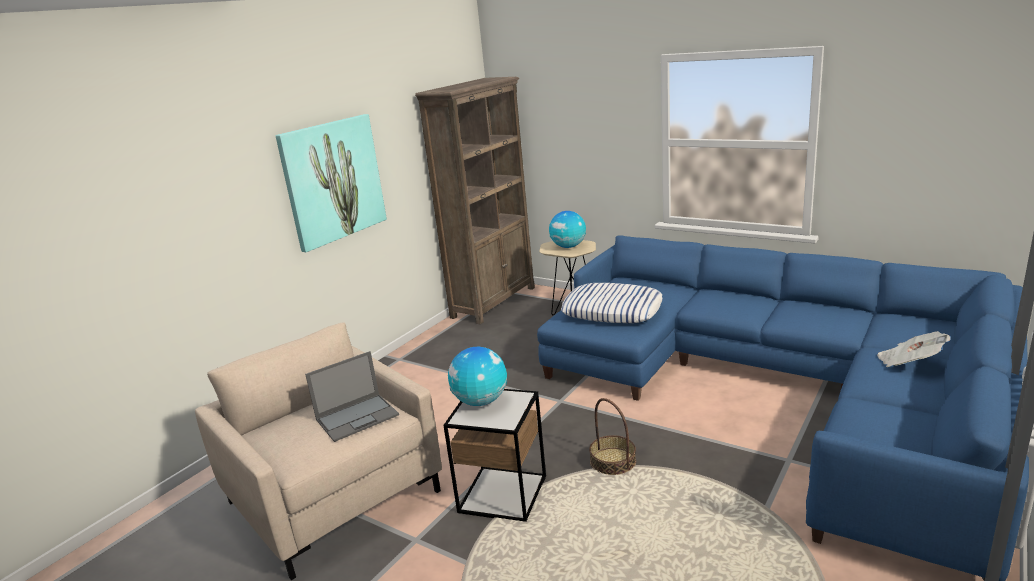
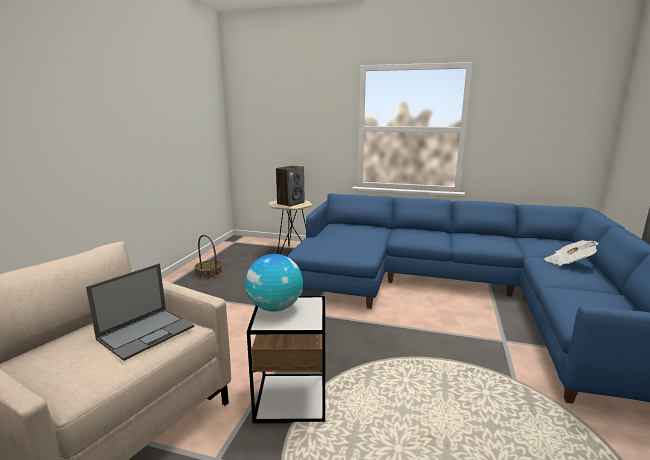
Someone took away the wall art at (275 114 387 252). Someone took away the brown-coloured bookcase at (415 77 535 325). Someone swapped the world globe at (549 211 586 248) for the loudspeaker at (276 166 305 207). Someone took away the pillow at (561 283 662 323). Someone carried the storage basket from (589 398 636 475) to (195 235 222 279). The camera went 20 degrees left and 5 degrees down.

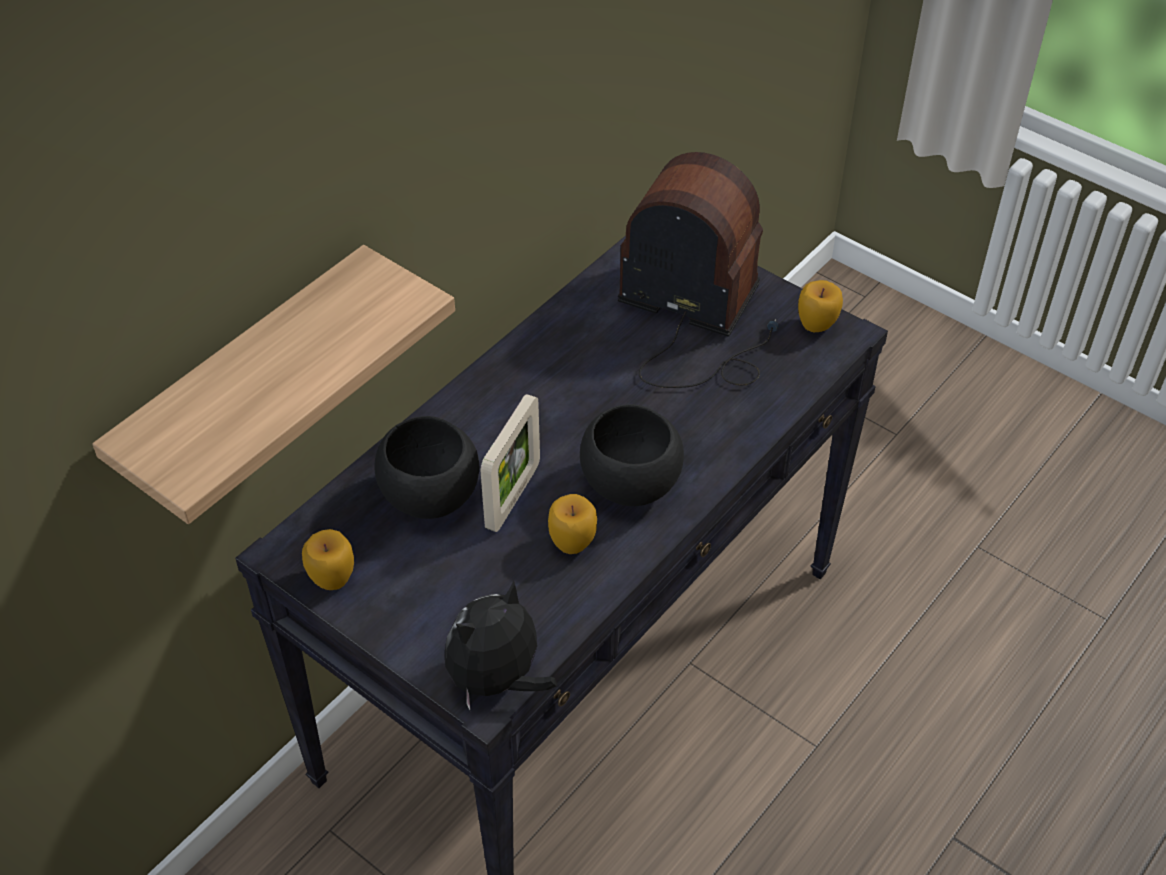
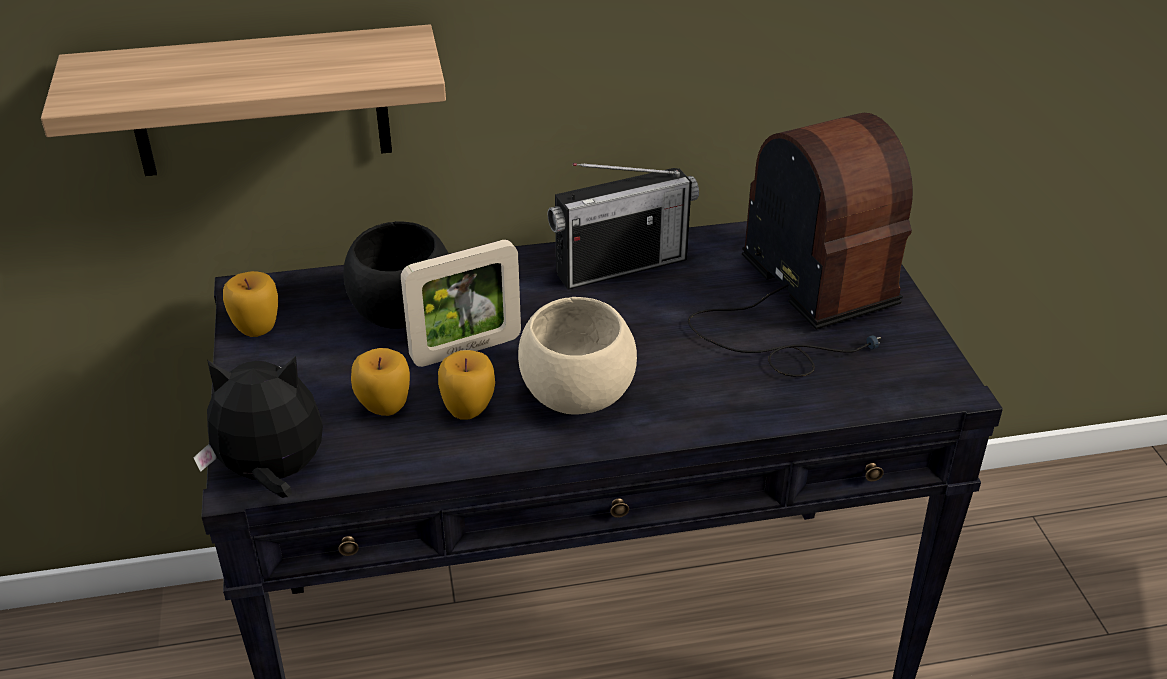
Someone repainted the blackish serving bowl at (580 404 684 506), which became the sand-coloured serving bowl at (518 297 637 414). Someone carried the apple from (798 280 843 332) to (351 348 410 416). Someone put down the radio receiver at (548 163 699 289). The camera went 40 degrees right and 10 degrees down.

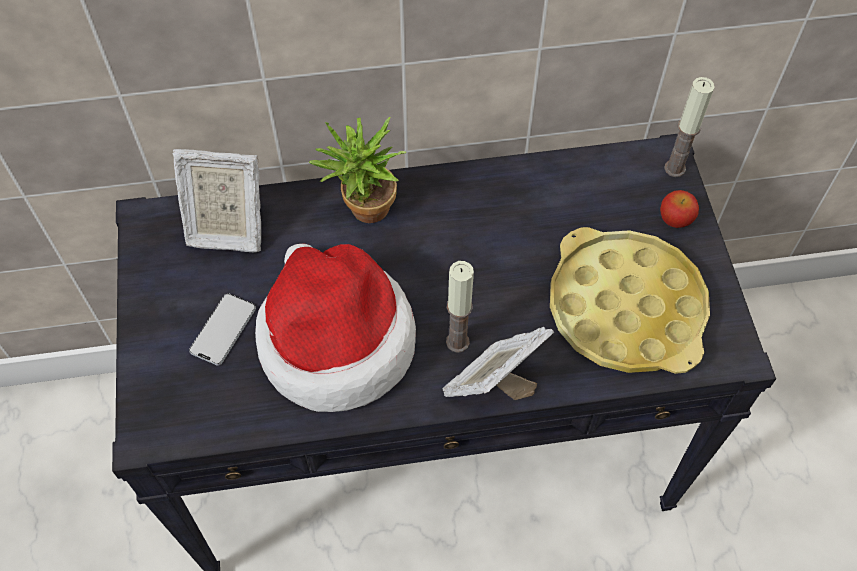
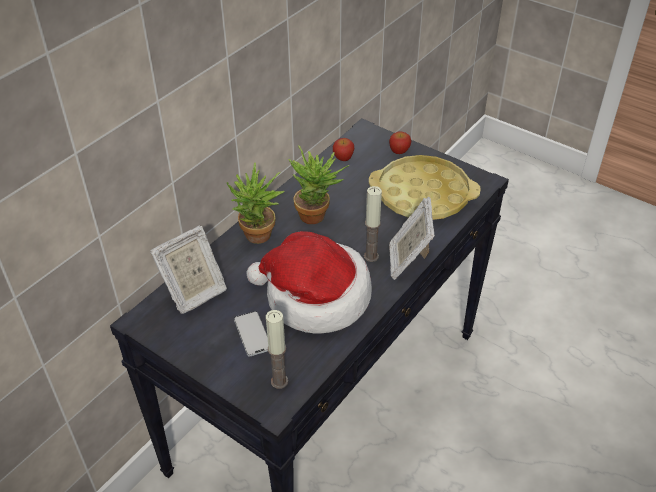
Someone carried the wax light from (664 77 715 177) to (266 310 288 389). Someone put down the houseplant at (288 146 349 224). Someone put down the apple at (333 138 354 161). The camera went 45 degrees left and 15 degrees down.

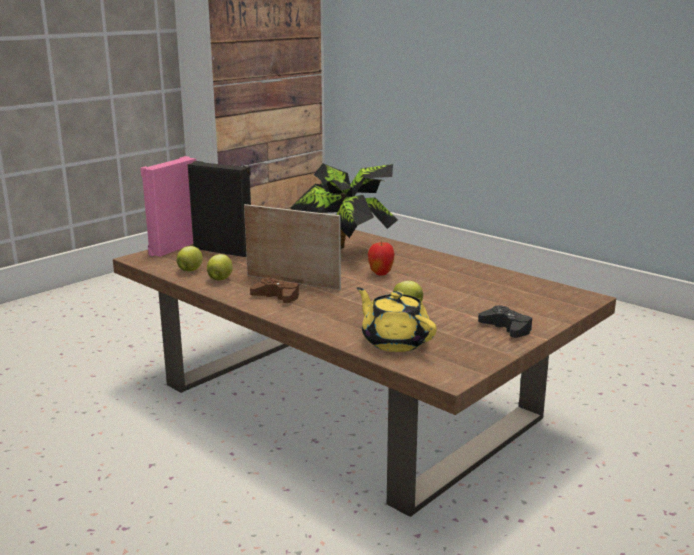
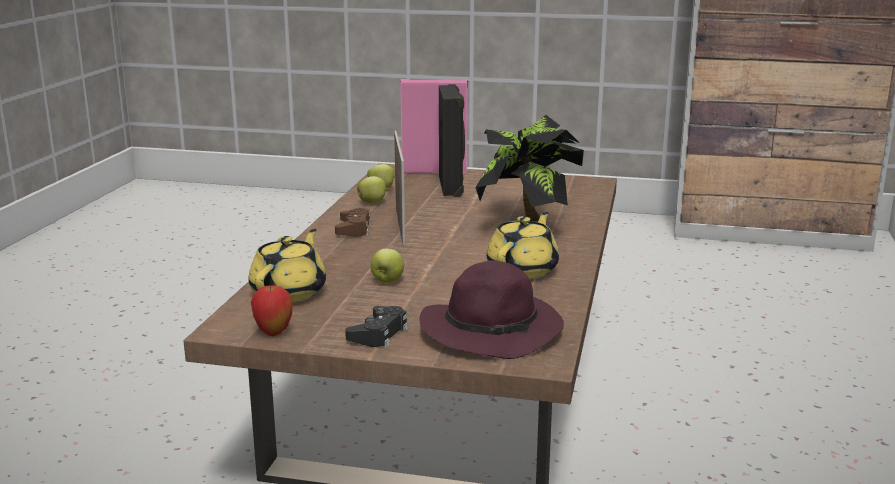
Someone carried the apple from (368 241 395 276) to (251 284 293 336). Someone put down the purplish wearable hat at (420 260 564 359). Someone put down the yellowish teapot at (487 212 559 279). The camera went 60 degrees right and 0 degrees up.

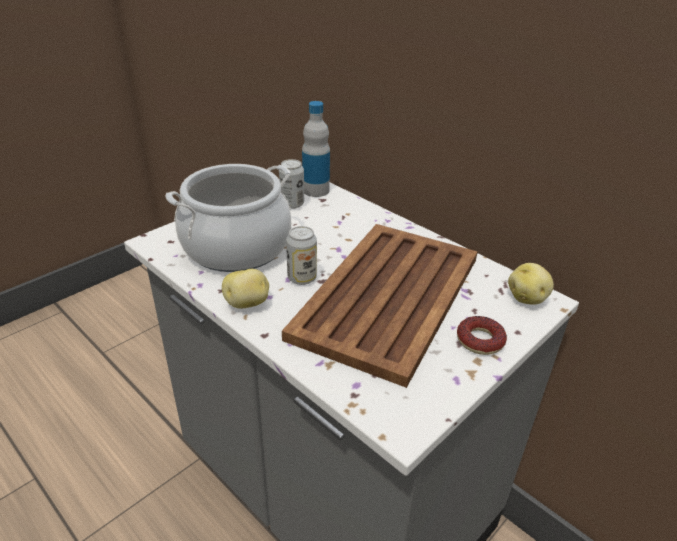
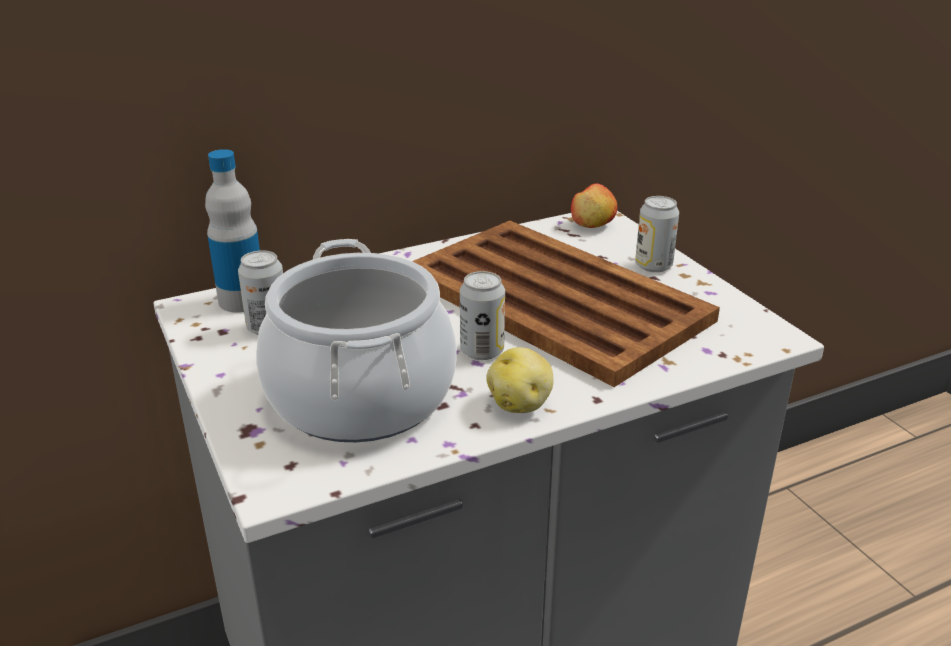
Someone swapped the donut at (457 316 507 355) for the can at (635 196 679 272). Someone swapped the potato at (508 263 554 304) for the apple at (571 183 618 228). The camera went 70 degrees left and 5 degrees down.

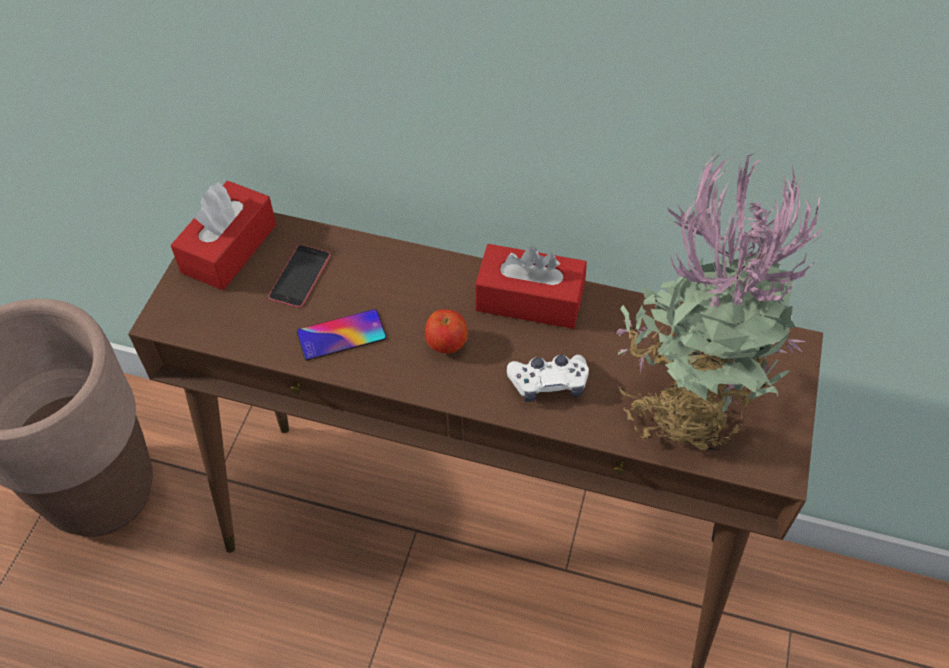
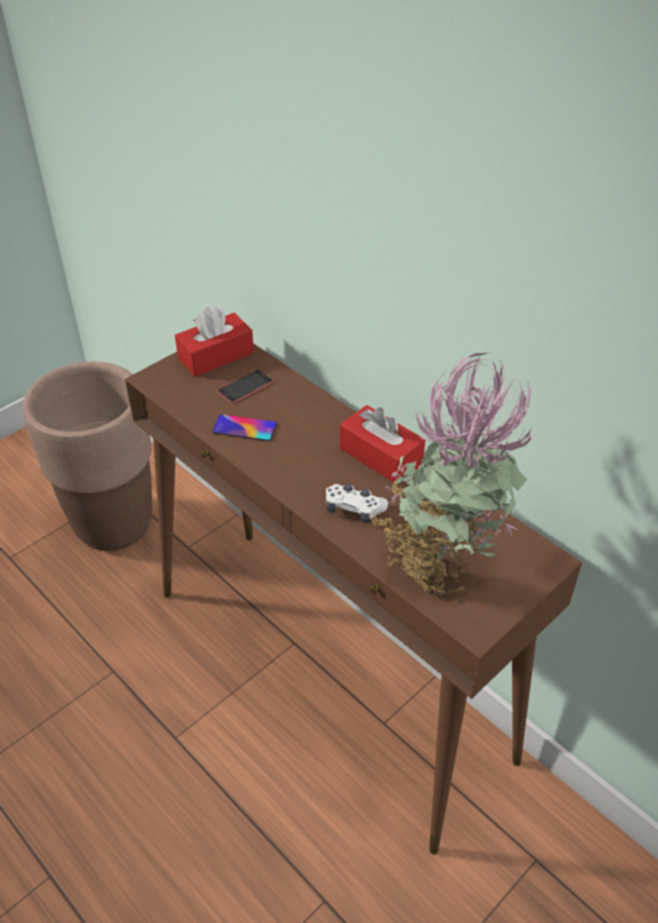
Someone took away the apple at (425 309 468 354). The camera went 30 degrees right and 10 degrees down.

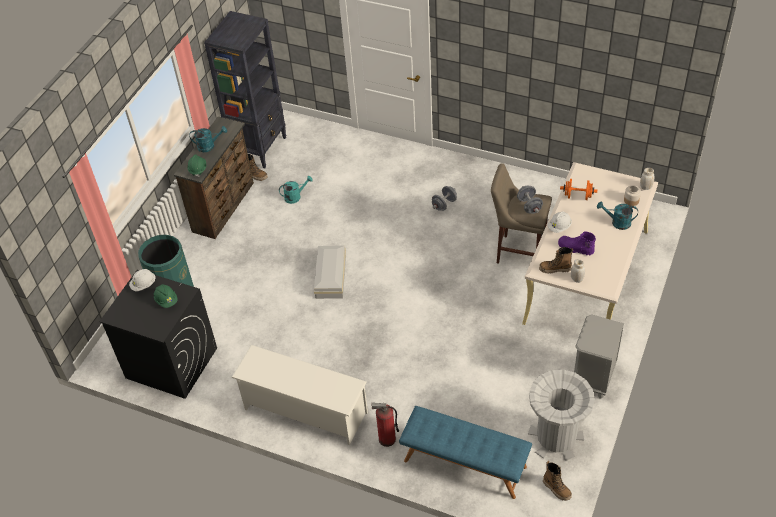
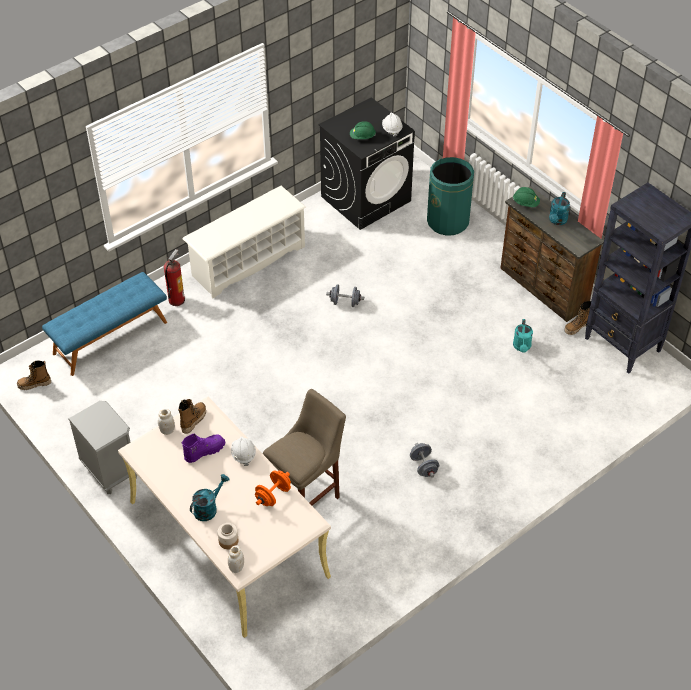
Someone took away the whitish storage bin at (314 246 346 299). Someone carried the gray free weight from (517 186 543 214) to (326 284 364 307). Someone took away the gray waste bin at (528 370 595 461). The camera went 115 degrees right and 0 degrees up.

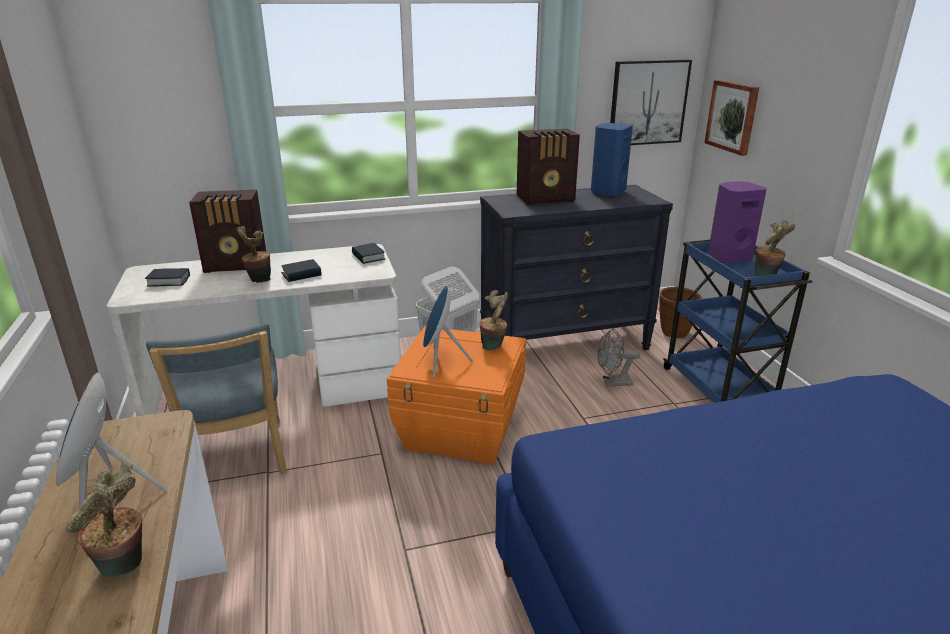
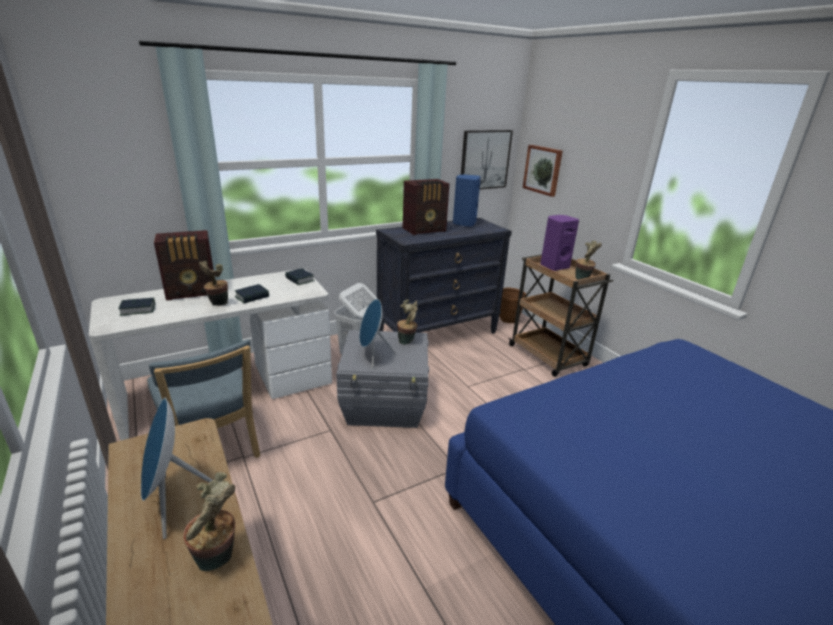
Someone repainted the orange storage bin at (387 326 526 464), which became the gray storage bin at (336 330 429 428). Someone took away the gray cooling fan at (597 328 640 386). Someone repainted the blue trolley at (663 240 812 403), which became the brown-coloured trolley at (508 254 613 377). The camera went 15 degrees left and 0 degrees up.

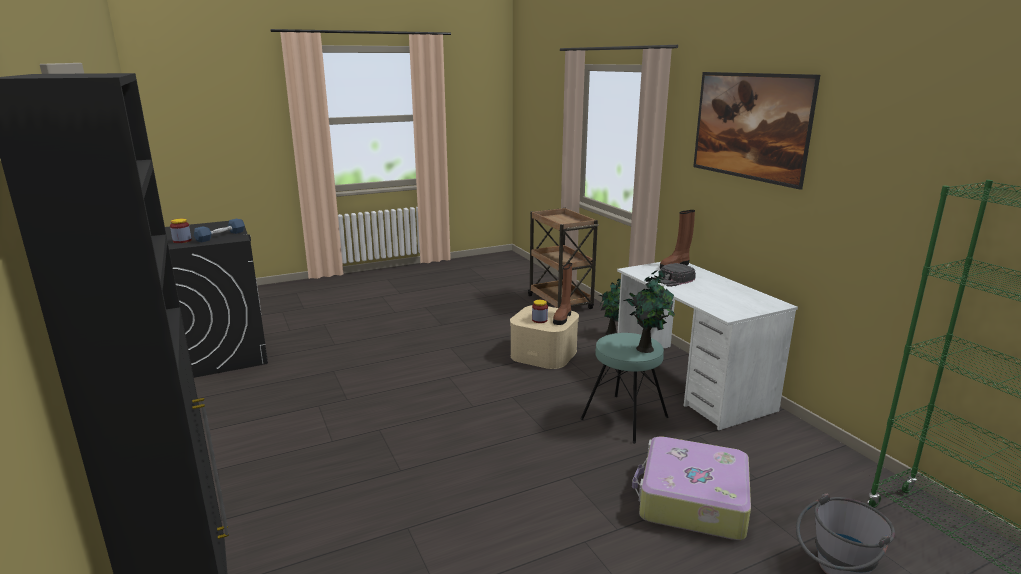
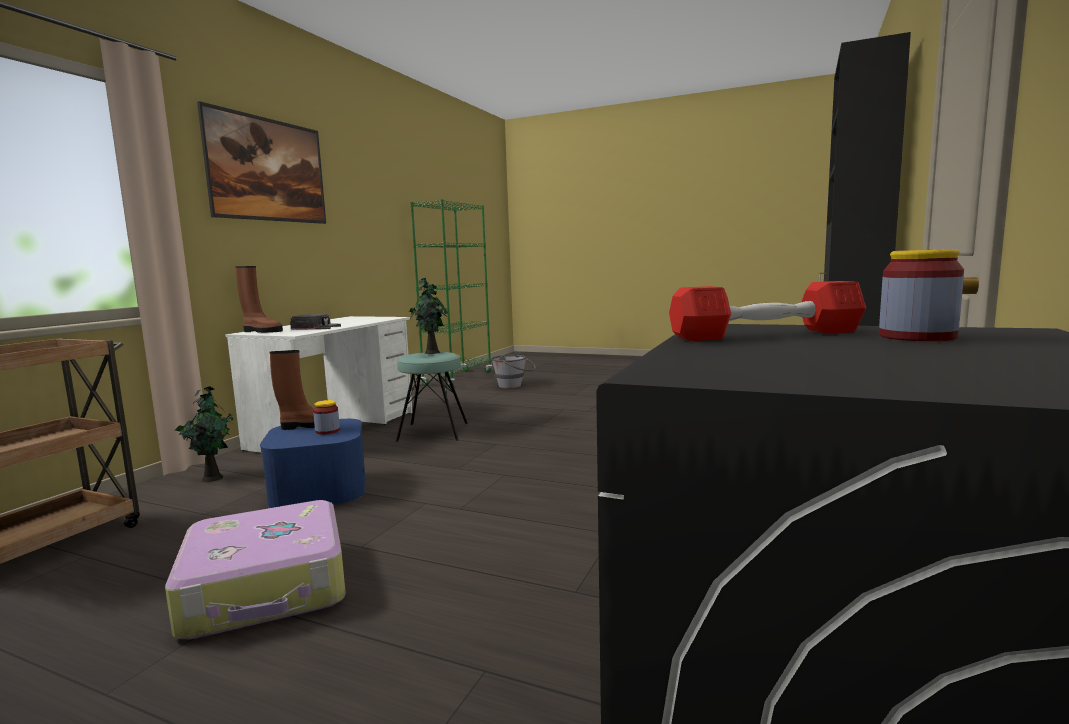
Someone repainted the blue free weight at (194 219 245 242), which became the red free weight at (669 281 866 341). Someone repainted the sand-coloured storage bin at (510 305 579 369), which became the blue storage bin at (260 419 366 508). Someone carried the piece of luggage from (632 436 751 540) to (165 500 346 639). The camera went 130 degrees left and 10 degrees down.

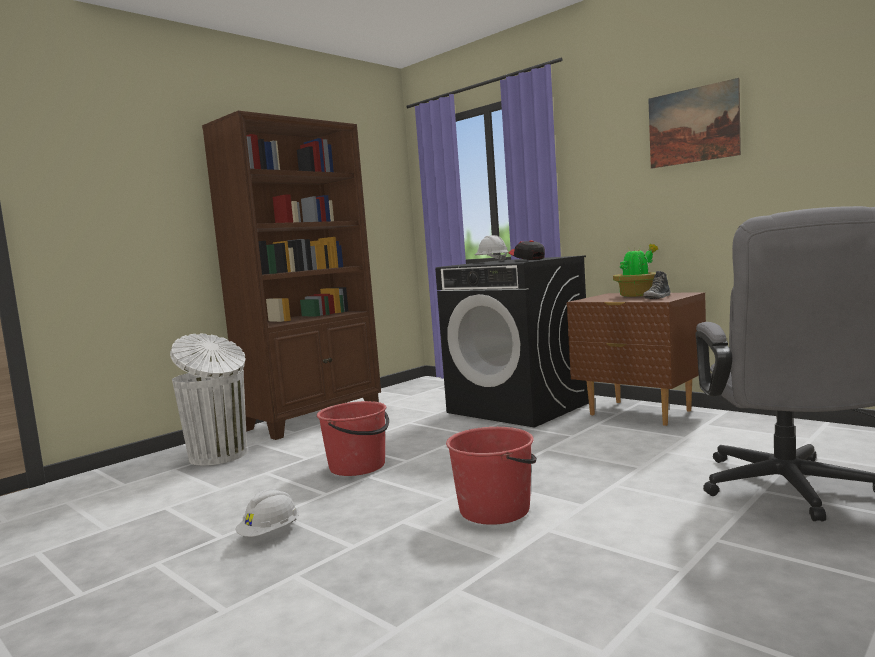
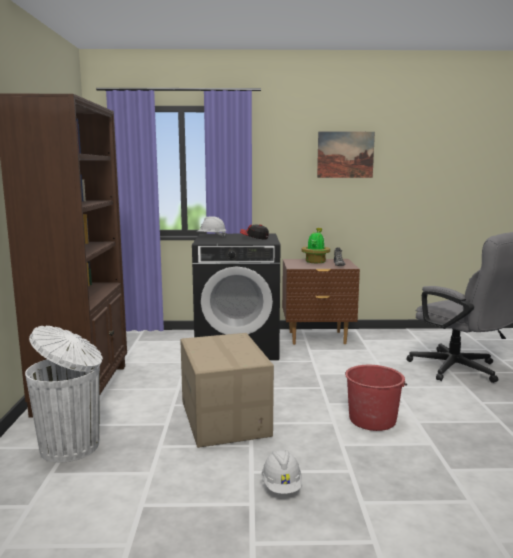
Someone swapped the red pail at (317 401 389 476) for the packing box at (180 333 274 448). The camera went 45 degrees left and 5 degrees up.

